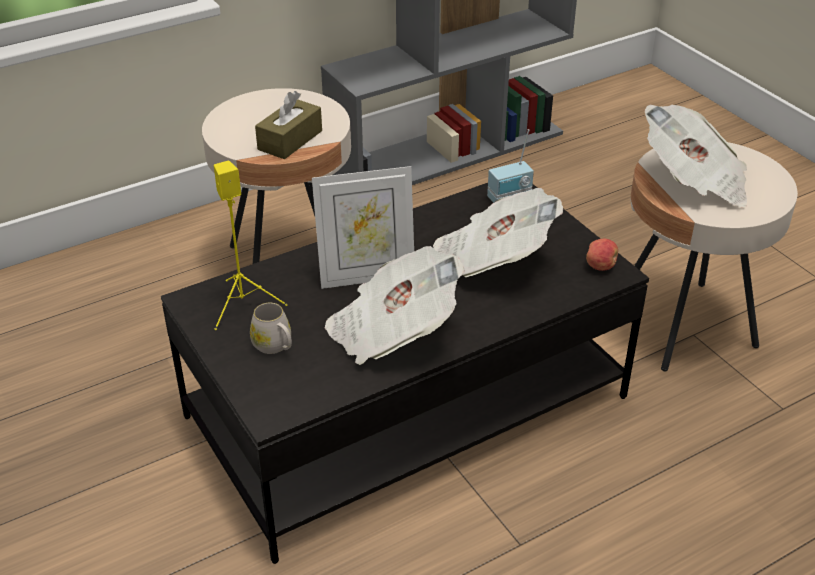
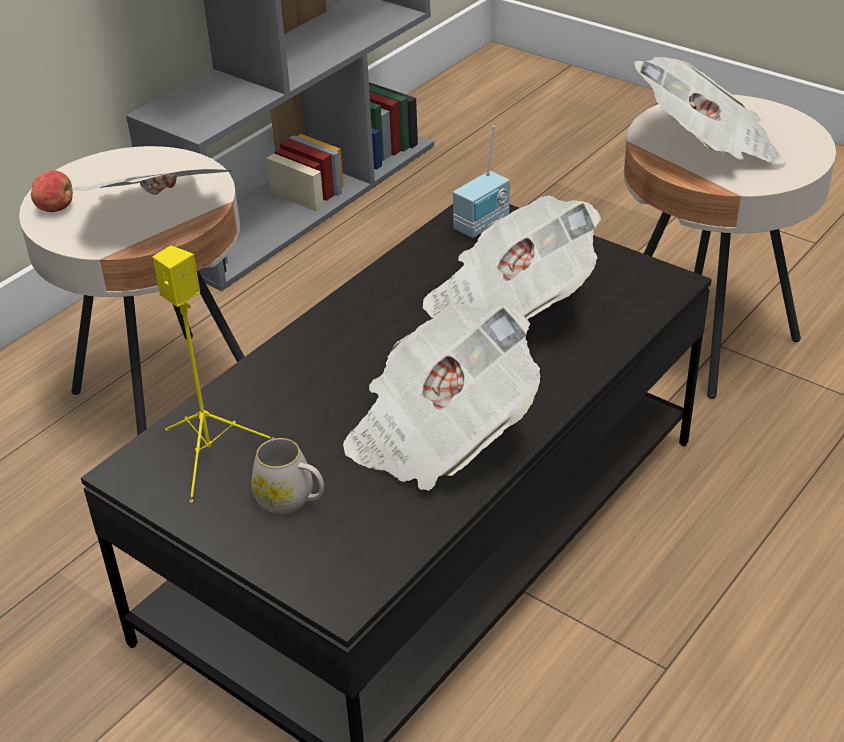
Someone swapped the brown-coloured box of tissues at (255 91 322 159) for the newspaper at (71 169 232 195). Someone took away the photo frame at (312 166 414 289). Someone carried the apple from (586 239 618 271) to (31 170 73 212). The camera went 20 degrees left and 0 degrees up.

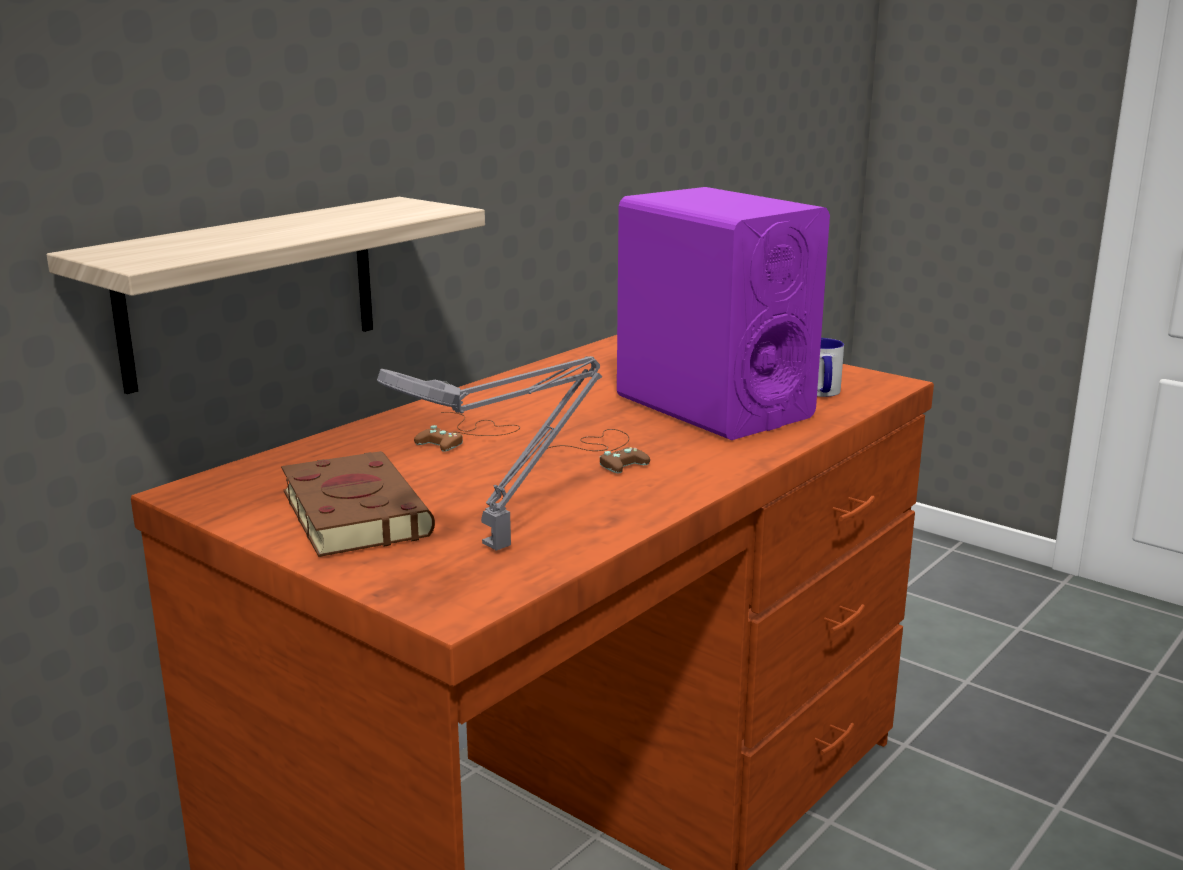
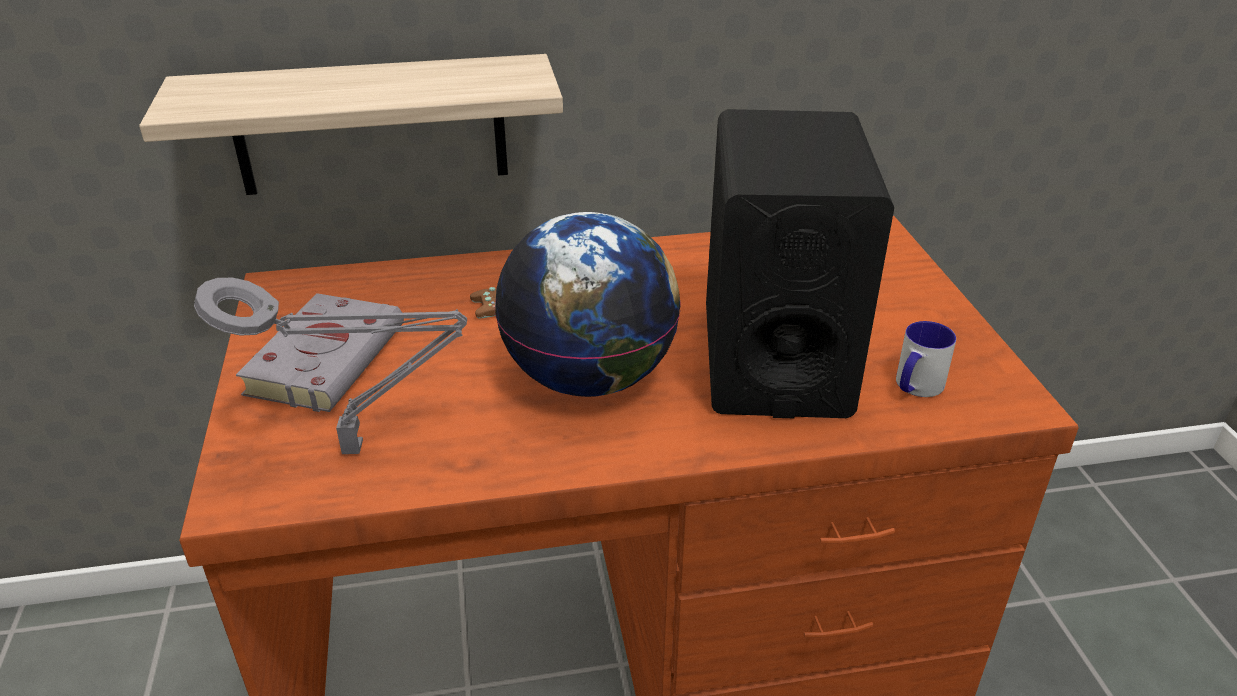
Someone repainted the brown-coloured bound book at (281 451 435 557), which became the gray bound book at (236 293 404 412). Someone swapped the brown-coloured joypad at (547 429 650 473) for the world globe at (495 212 681 397). Someone repainted the purplish loudspeaker at (617 187 830 440), which became the blackish loudspeaker at (706 109 894 418). The camera went 40 degrees right and 15 degrees up.

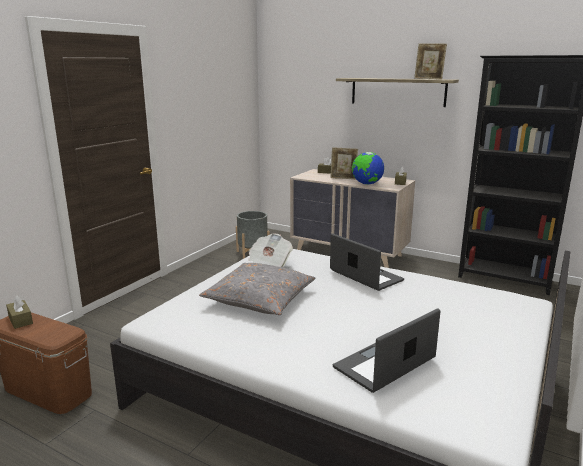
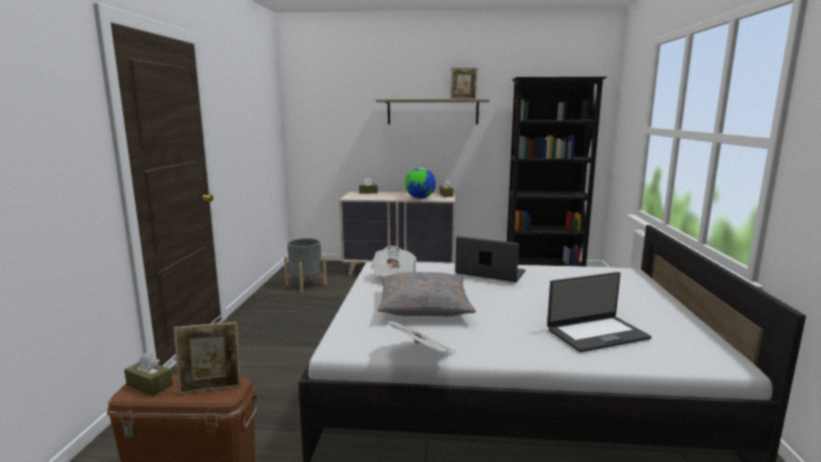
Someone carried the photo frame from (330 147 358 179) to (174 322 241 394). Someone rotated the notebook computer at (333 309 441 393) by 135 degrees counterclockwise. Someone put down the newspaper at (387 321 456 353). The camera went 25 degrees left and 5 degrees down.

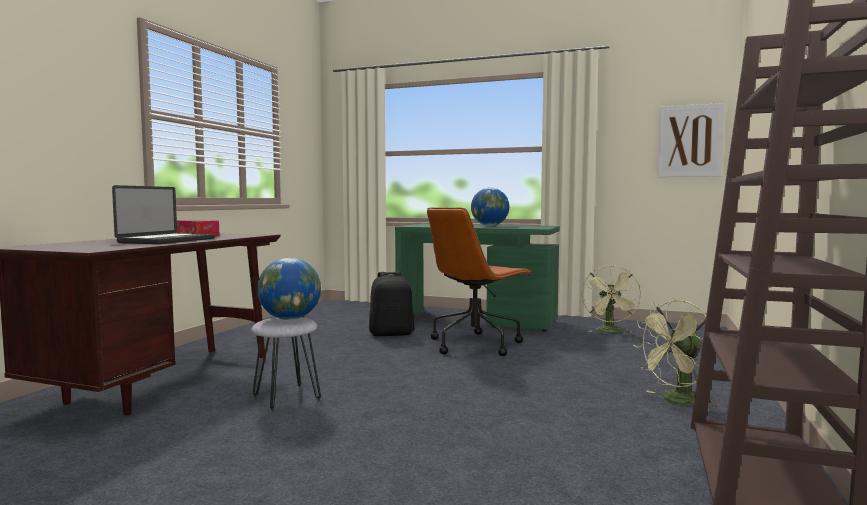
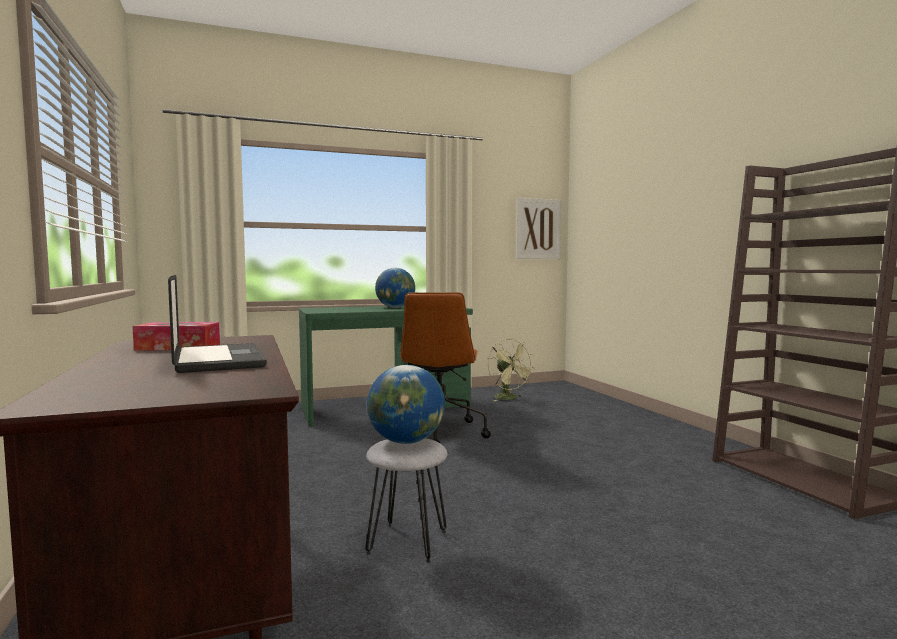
Someone took away the blackish rucksack at (369 272 415 336). Someone took away the greenish cooling fan at (633 300 718 411). The camera went 40 degrees left and 0 degrees up.

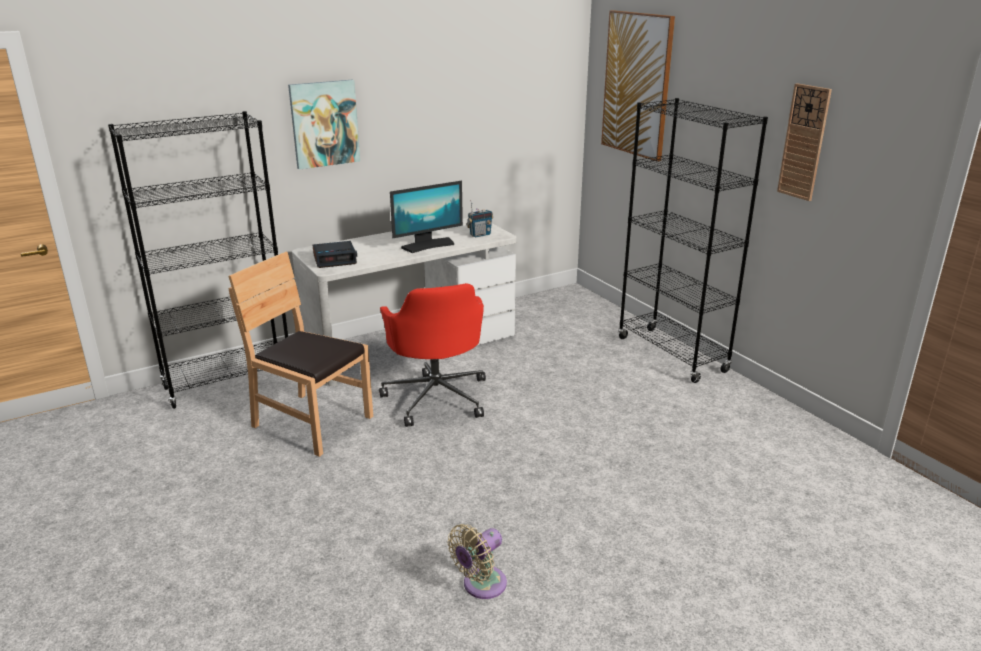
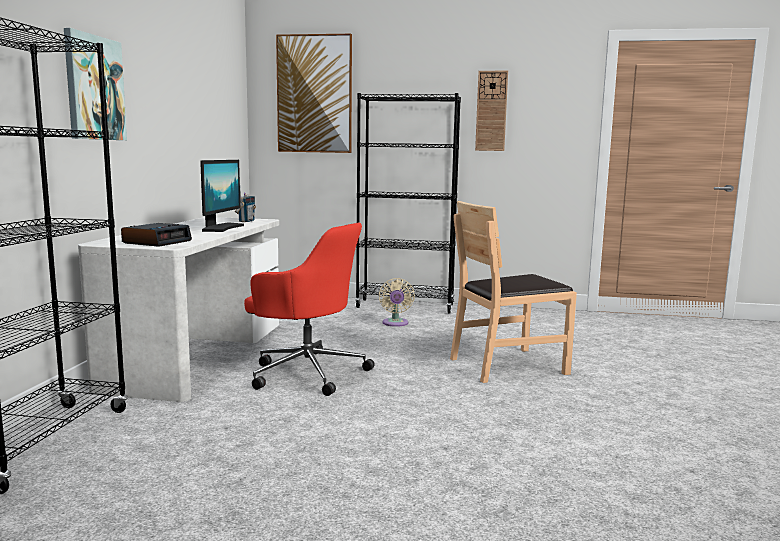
Someone carried the brown-coloured chair from (228 252 373 457) to (450 201 577 383). Someone carried the sand-coloured cooling fan from (448 524 507 599) to (379 278 415 327). The camera went 50 degrees left and 15 degrees down.

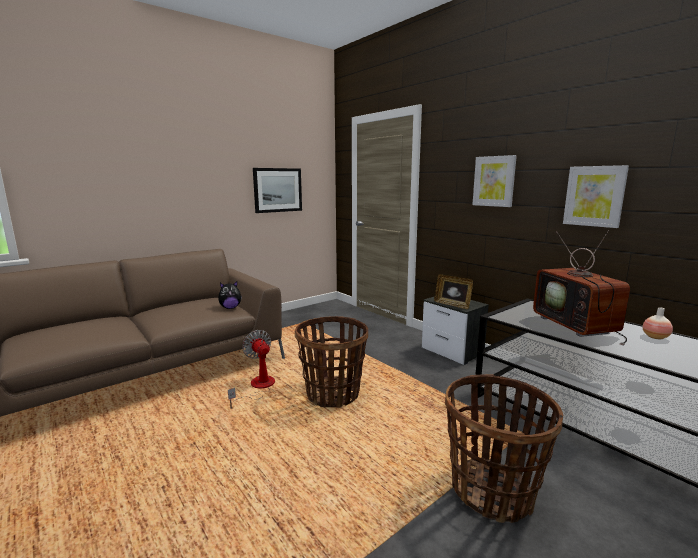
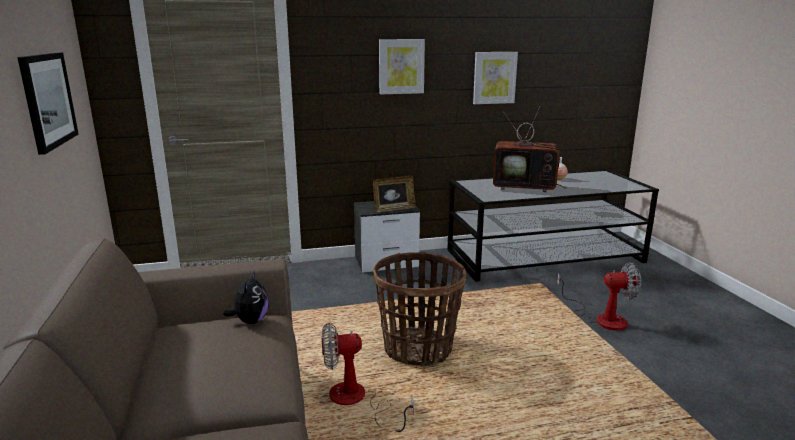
Someone swapped the storage basket at (445 374 563 523) for the cooling fan at (557 262 641 331). The camera went 65 degrees left and 5 degrees up.

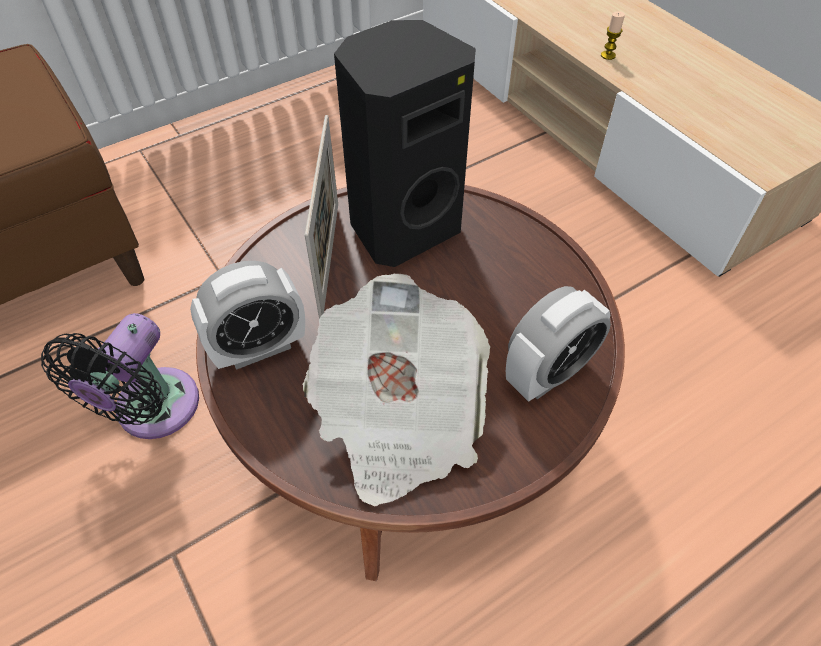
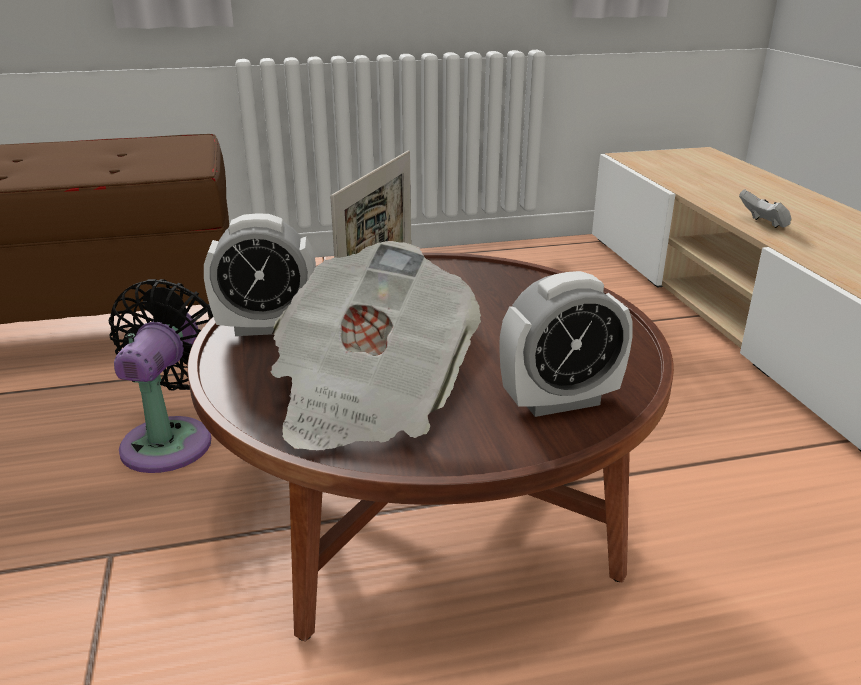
Someone rotated the blackish cooling fan at (41 313 199 439) by 150 degrees clockwise. Someone took away the blackish loudspeaker at (334 20 476 267). Someone swapped the wax light at (601 12 625 60) for the whitish joypad at (739 189 791 228). The camera went 20 degrees right and 25 degrees down.

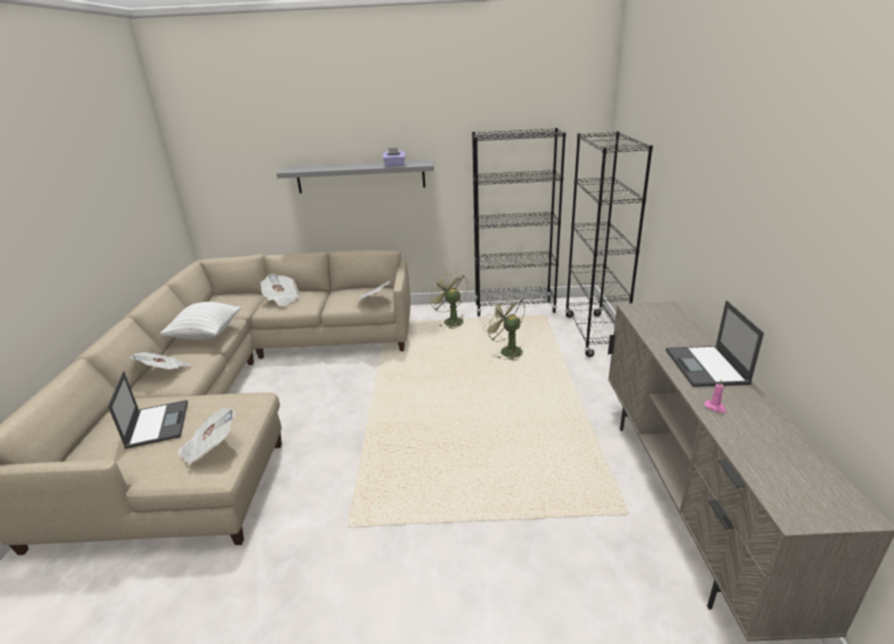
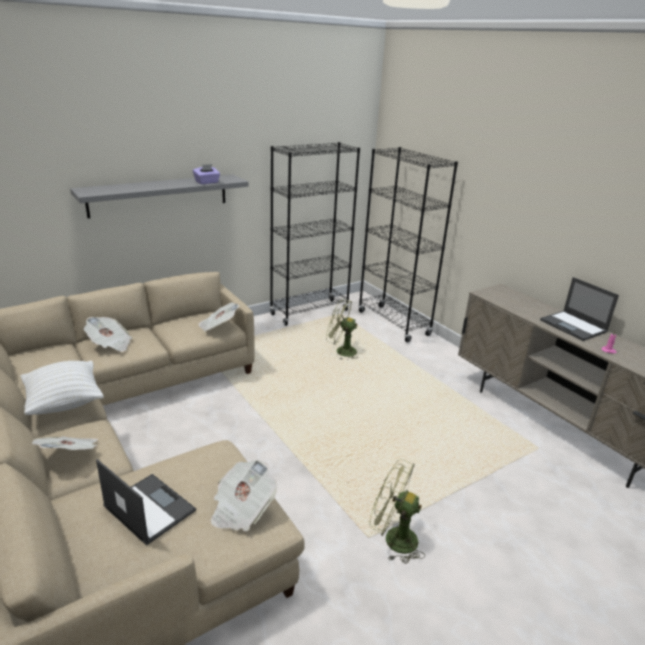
Someone carried the greenish cooling fan from (428 271 468 329) to (369 459 425 564). The camera went 35 degrees left and 0 degrees up.

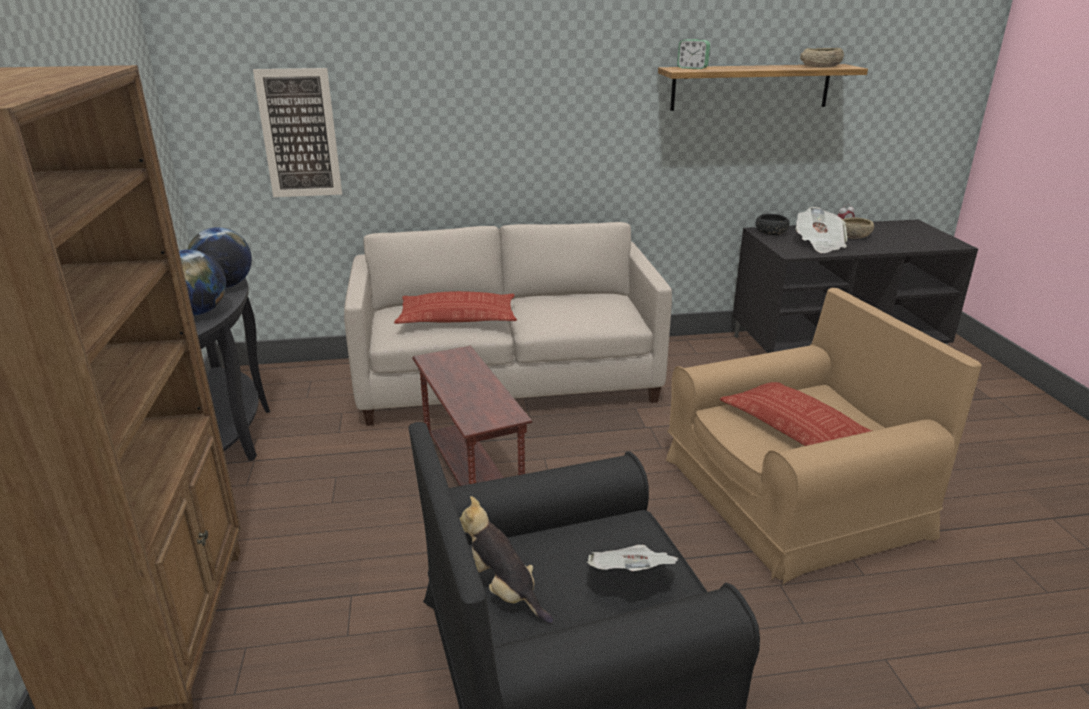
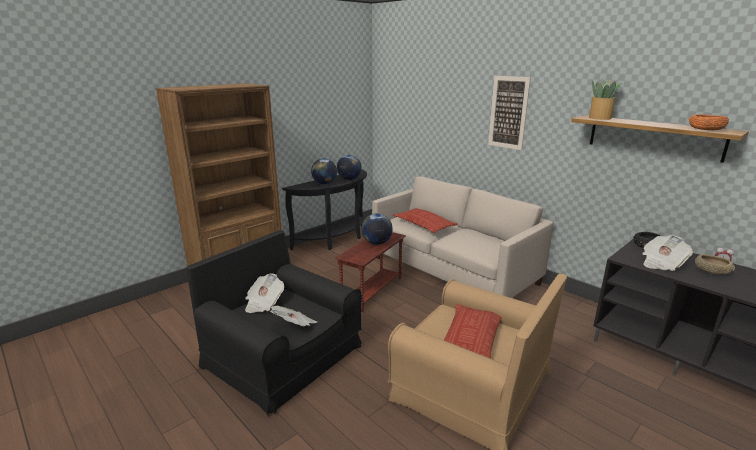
Someone carried the wall art from (253 68 342 197) to (488 76 531 150). Someone swapped the cuddly toy at (460 496 553 624) for the newspaper at (245 273 284 313). Someone swapped the alarm clock at (677 39 710 69) for the houseplant at (589 80 622 120). Someone repainted the sand-coloured serving bowl at (800 48 844 67), which became the orange serving bowl at (689 114 729 130). Someone put down the world globe at (361 213 393 245). The camera went 55 degrees right and 5 degrees down.

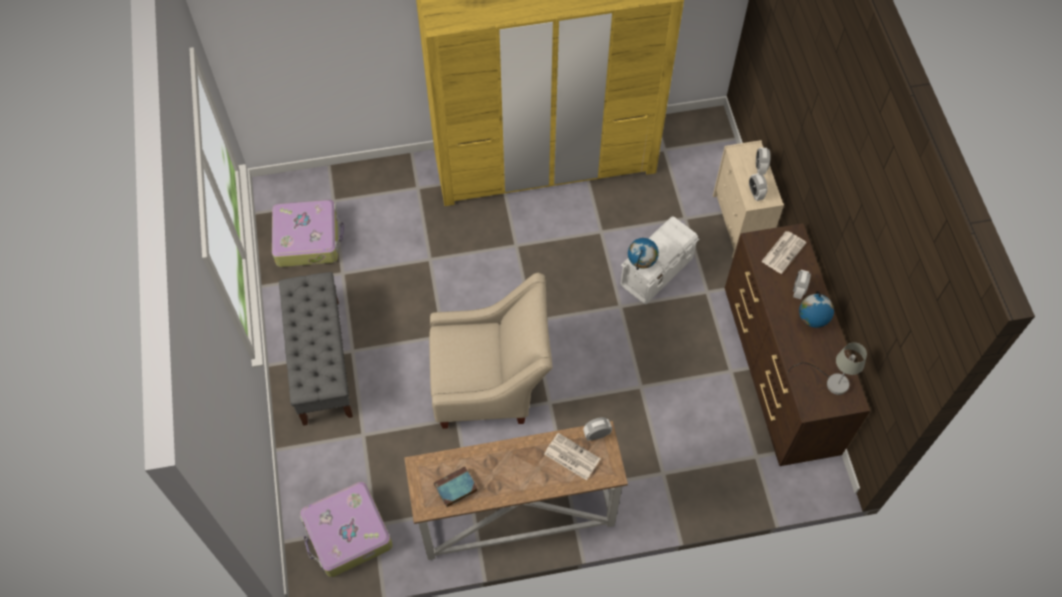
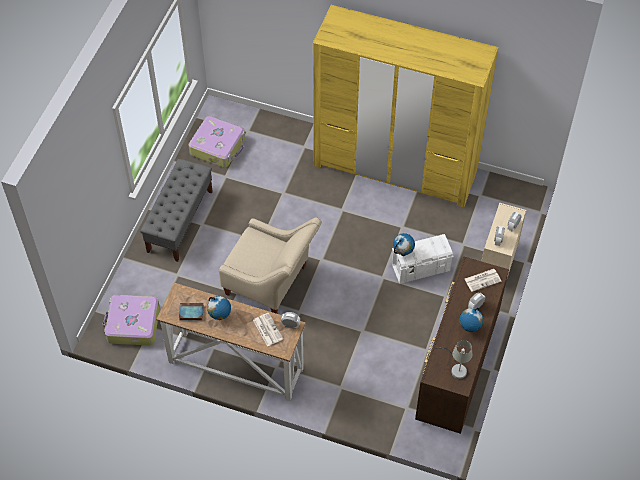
Someone put down the world globe at (207 296 231 320). The camera went 30 degrees right and 5 degrees down.

